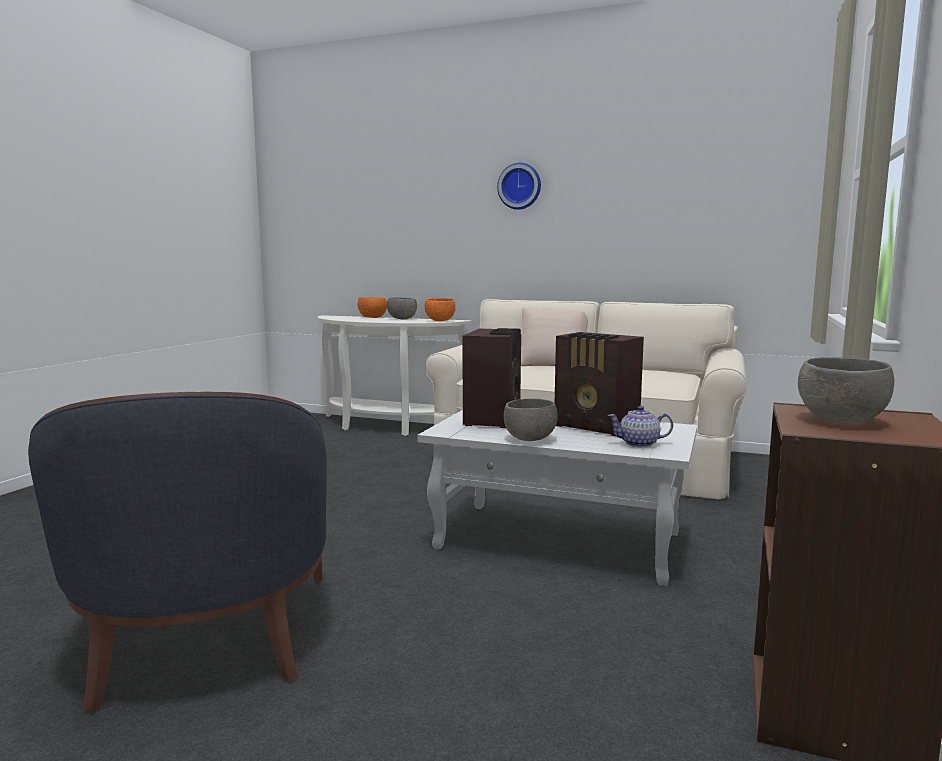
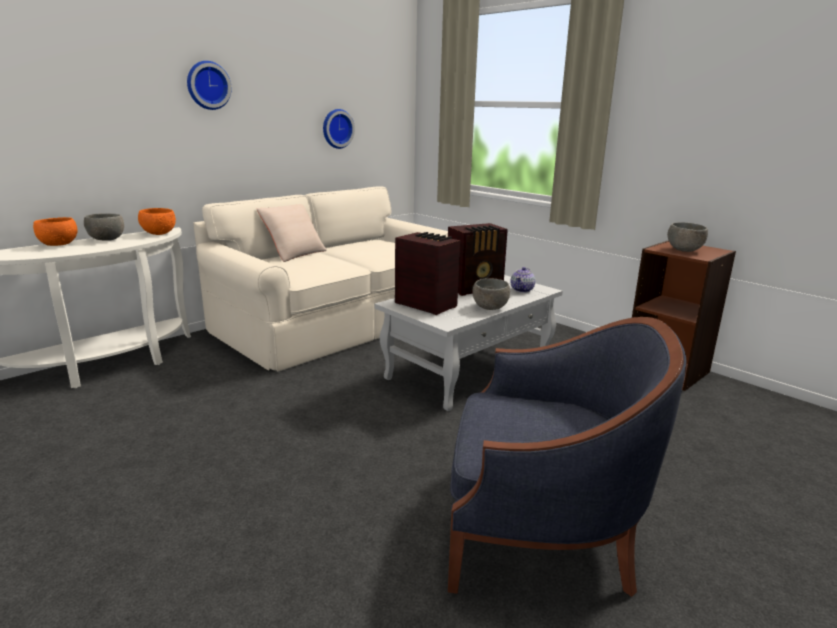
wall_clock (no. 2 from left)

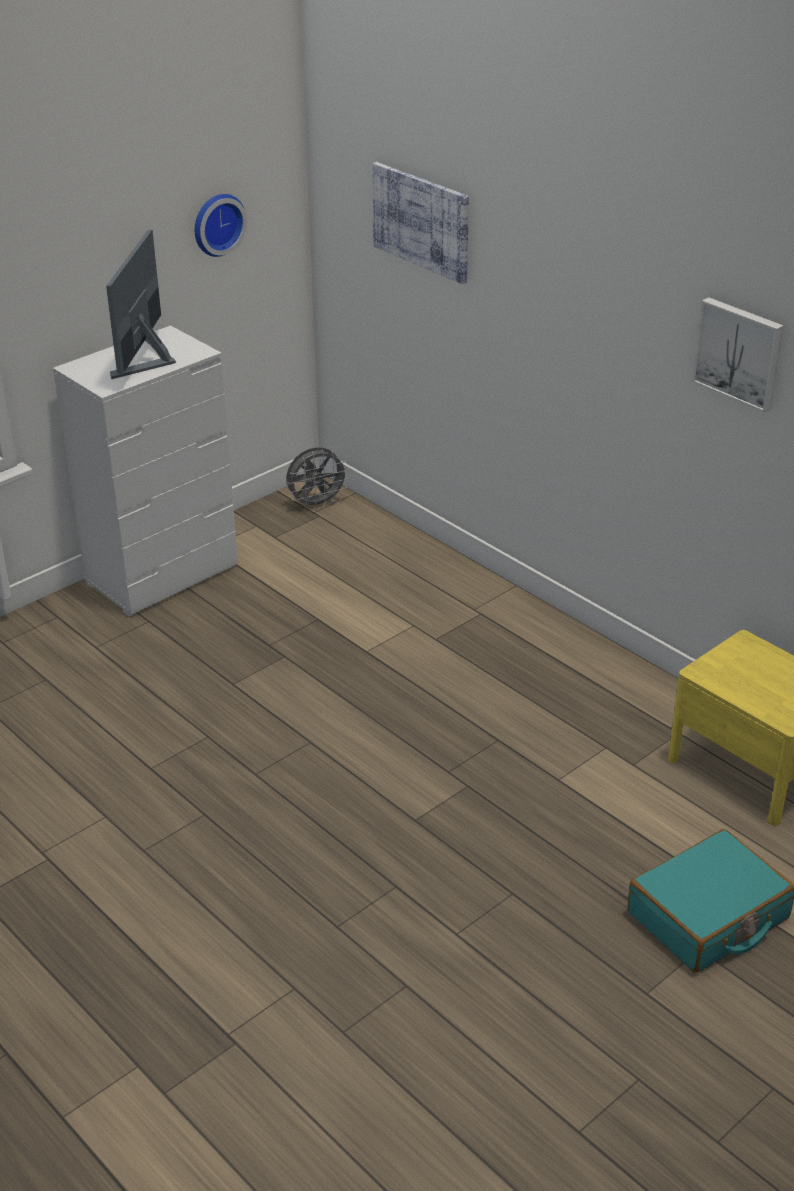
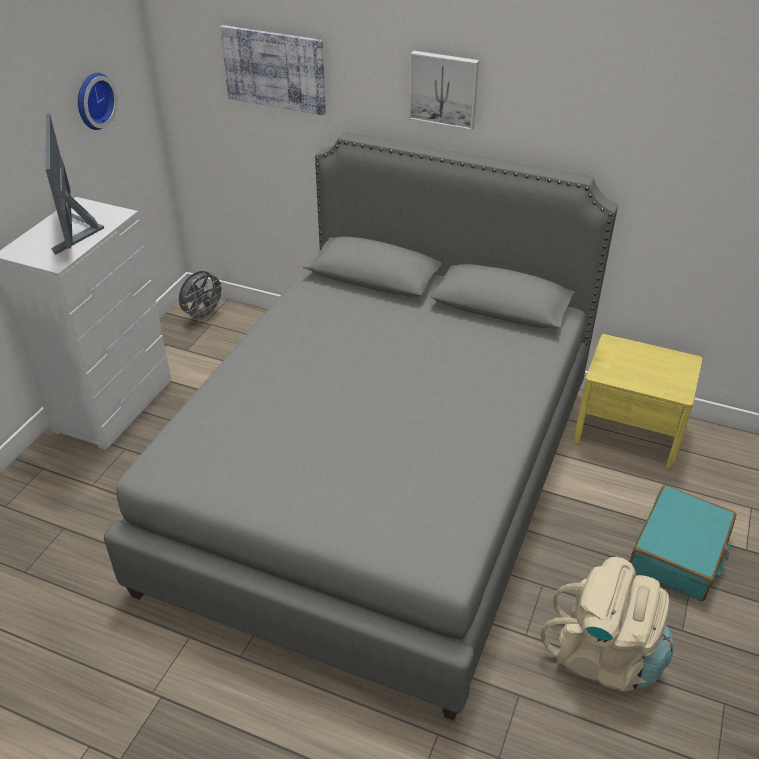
wall_art (no. 2 from left)
greyish_bed
beige-coloured_knapsack

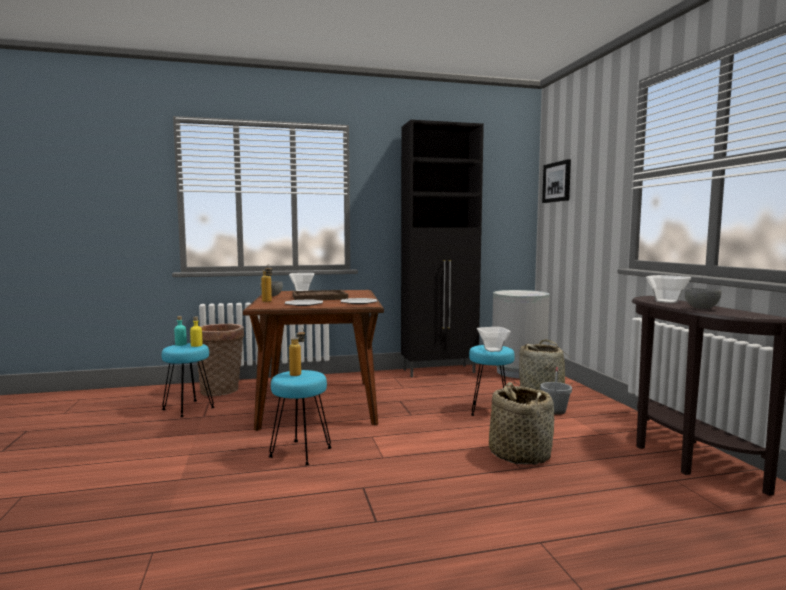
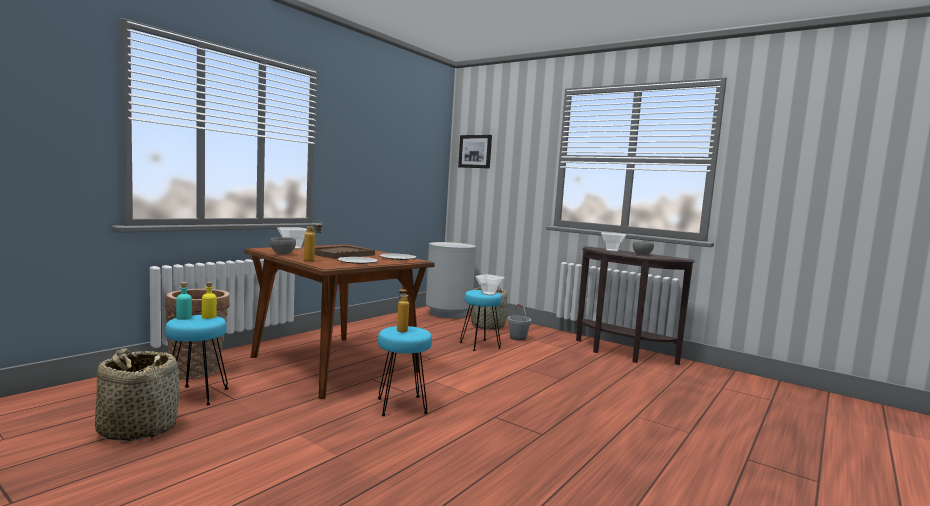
blackish_storage_cabinet
storage_basket (no. 1 from left)

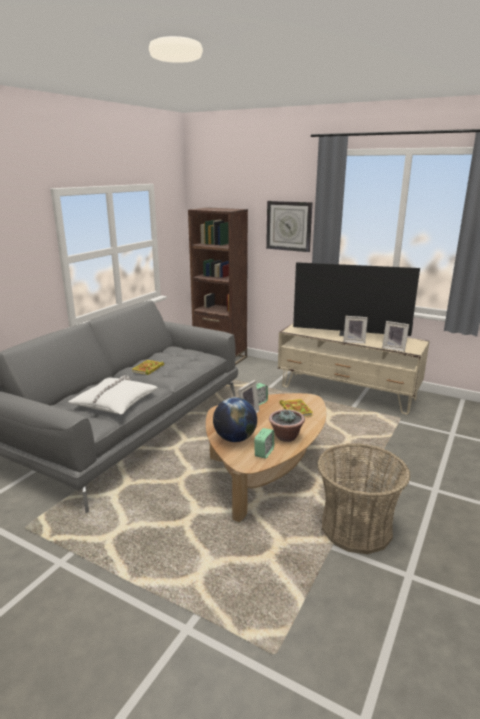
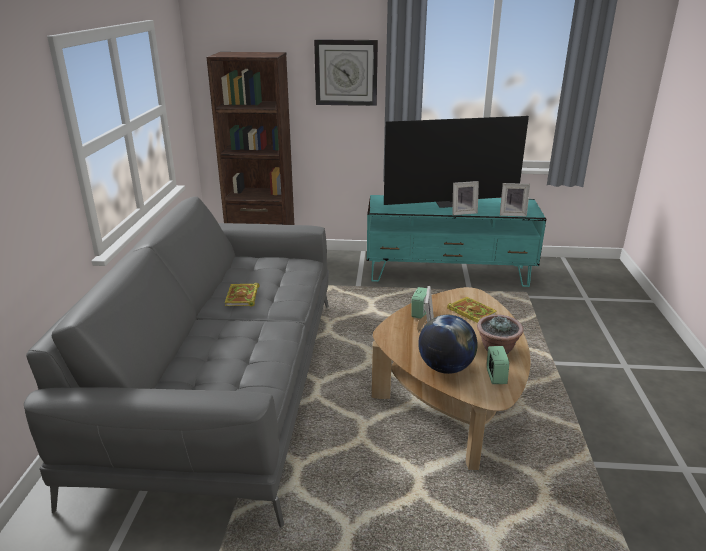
white-coloured_pillow
turquoise_tv_unit
storage_basket

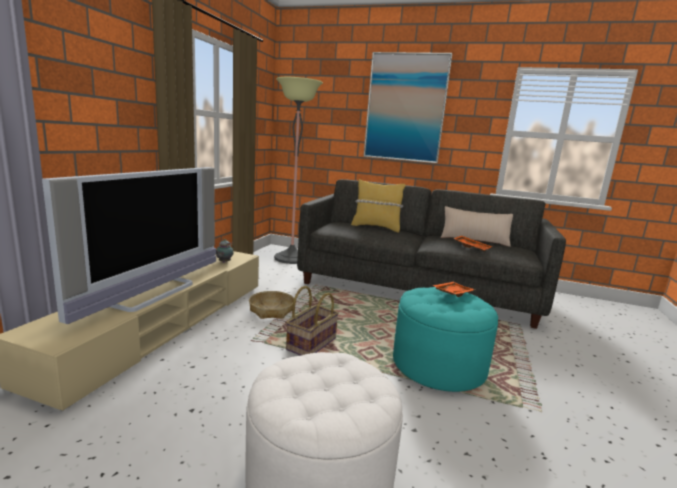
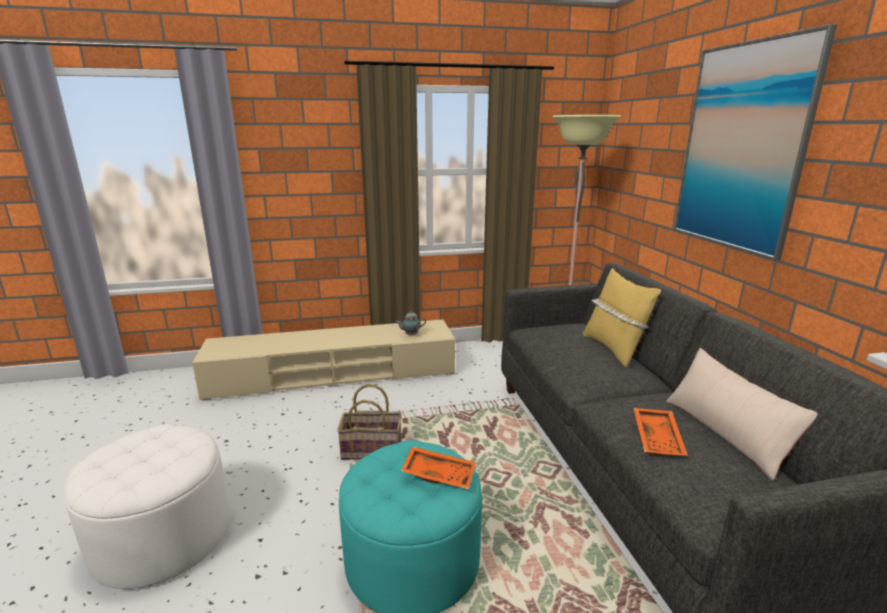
TV
storage_basket (no. 1 from left in the first image)

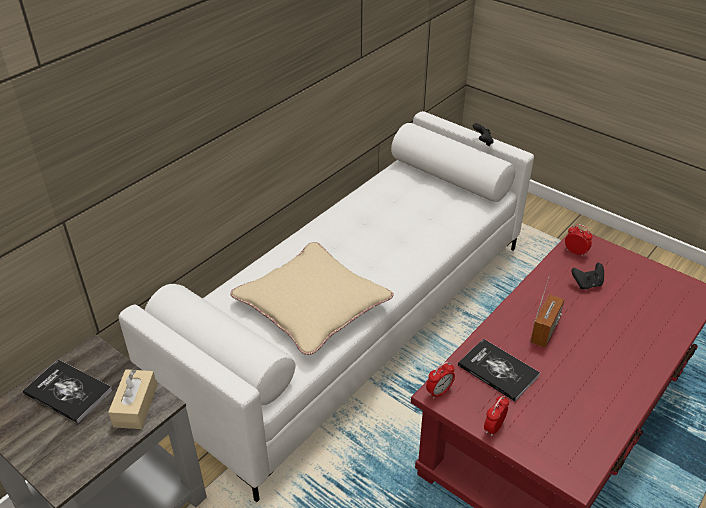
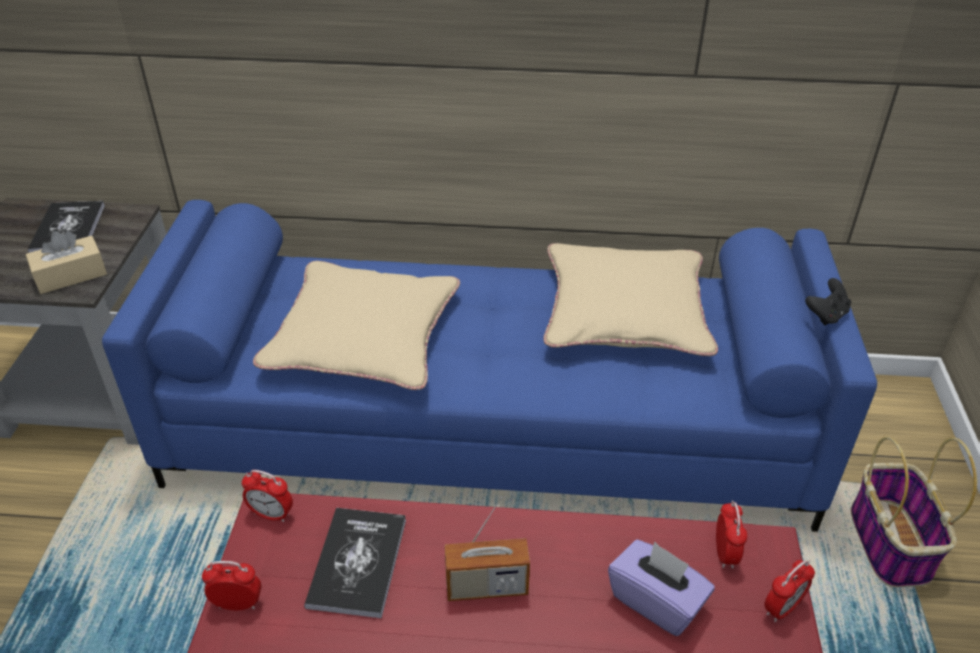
bluish_sofa
purple-coloured_tissue_box
beige-coloured_pillow (no. 2 from left)
bedside_clock (no. 4 from left)
storage_basket

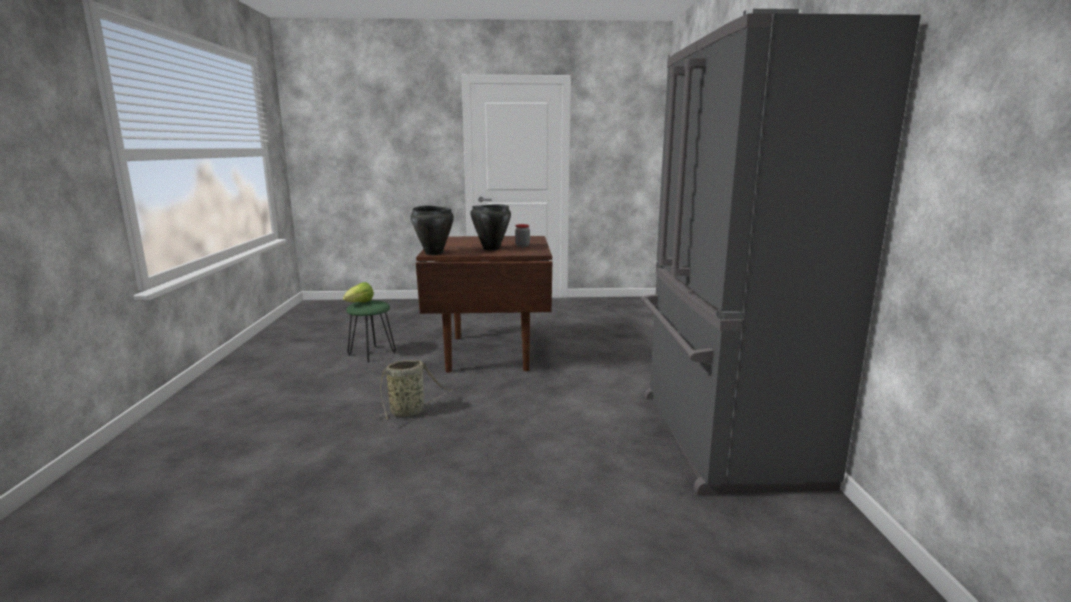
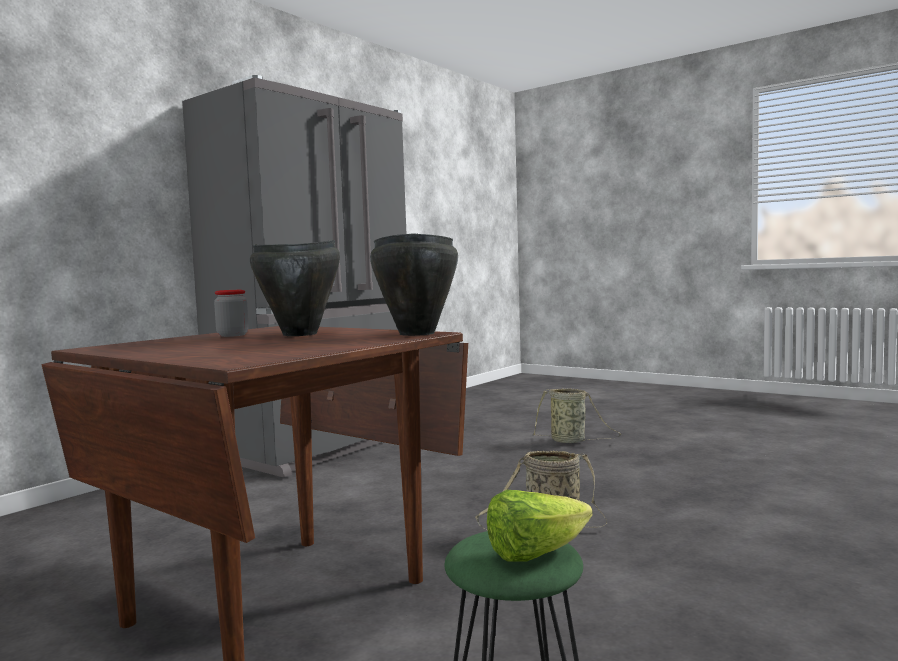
storage_basket (no. 2 from left)

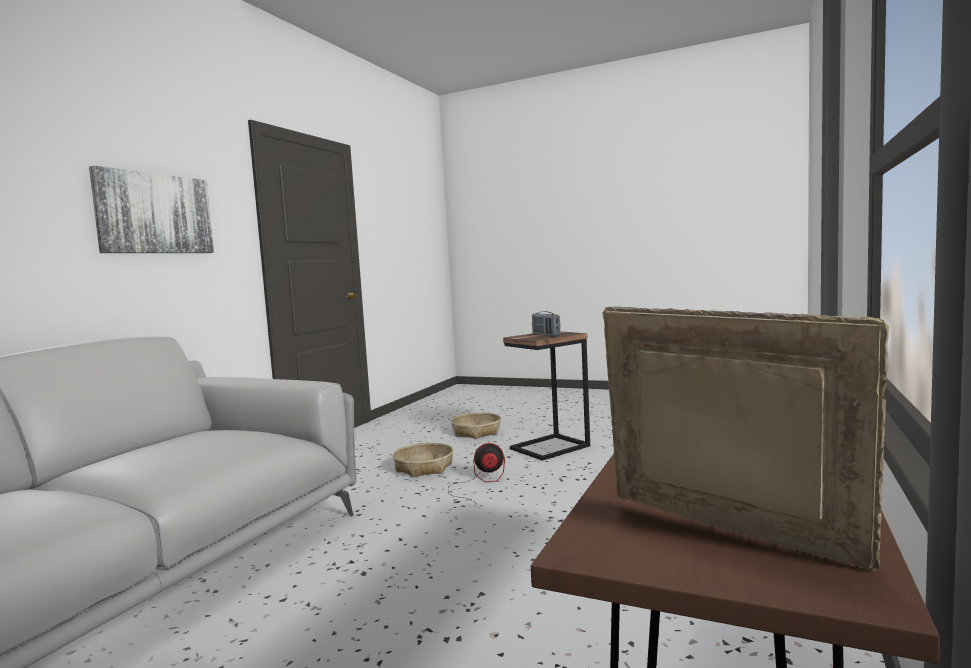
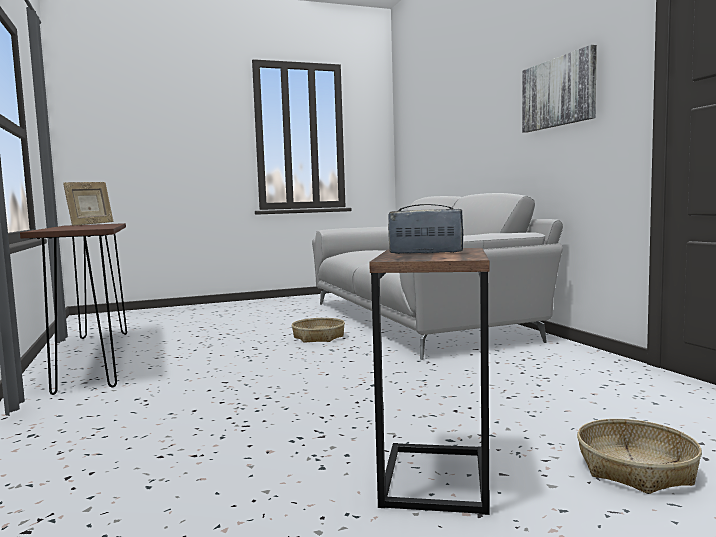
storage_basket (no. 1 from left)
fan
picture_frame

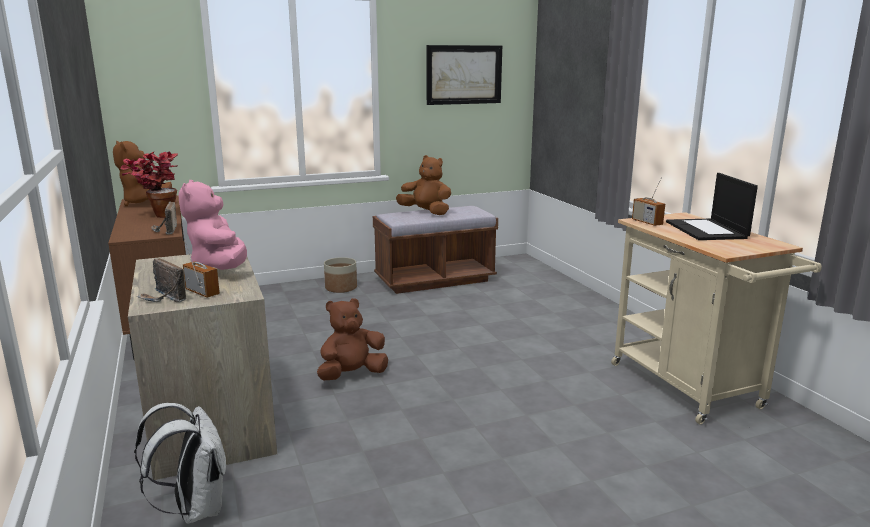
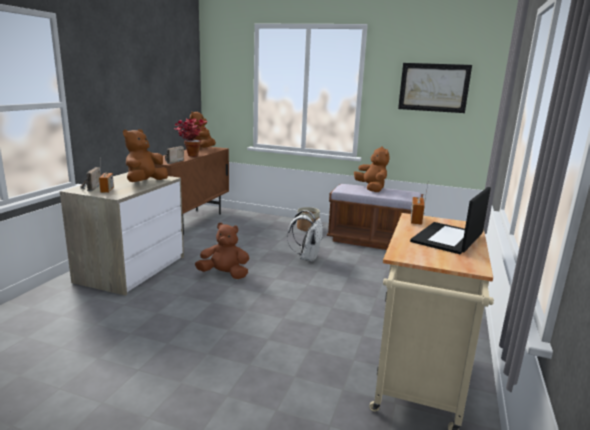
white-coloured_knapsack
brown-coloured_soft_toy (no. 1 from left)

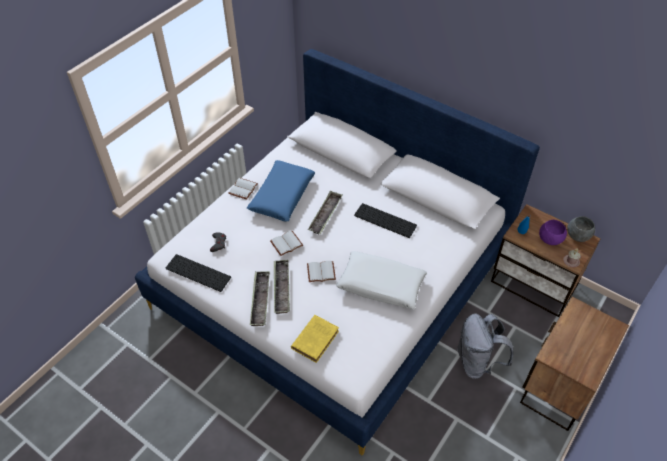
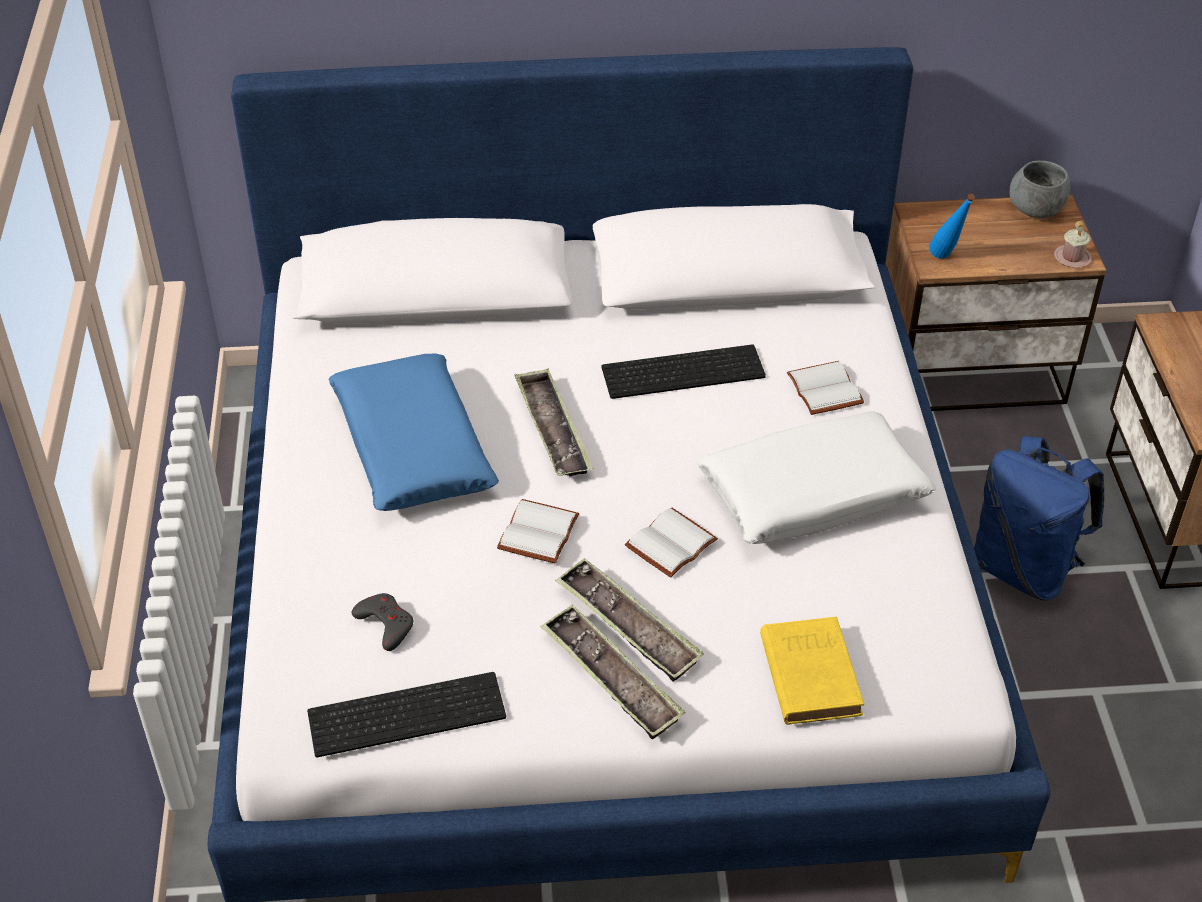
white-coloured_volume (no. 3 from left)
bluish_knapsack
purple-coloured_serving_bowl

